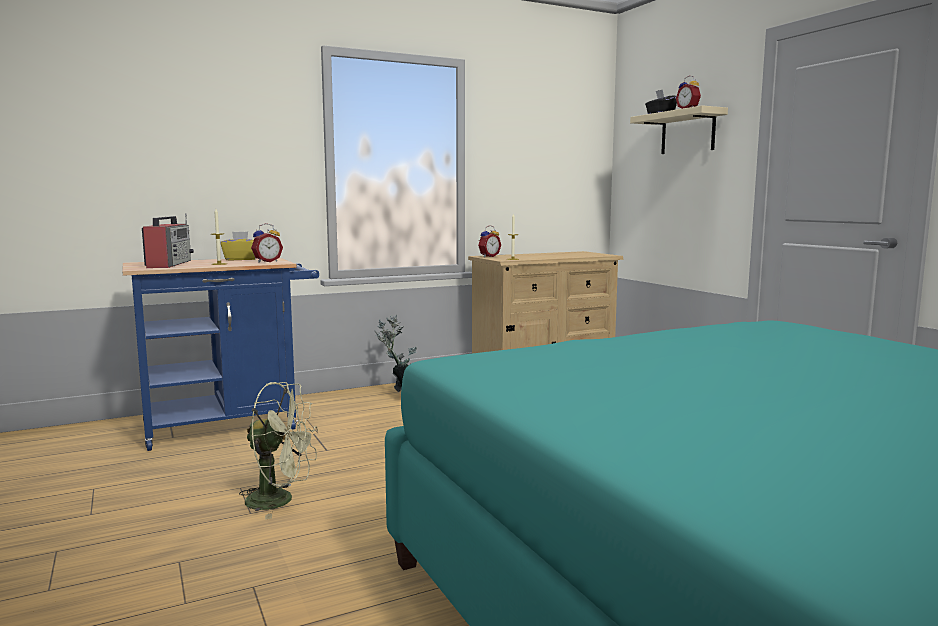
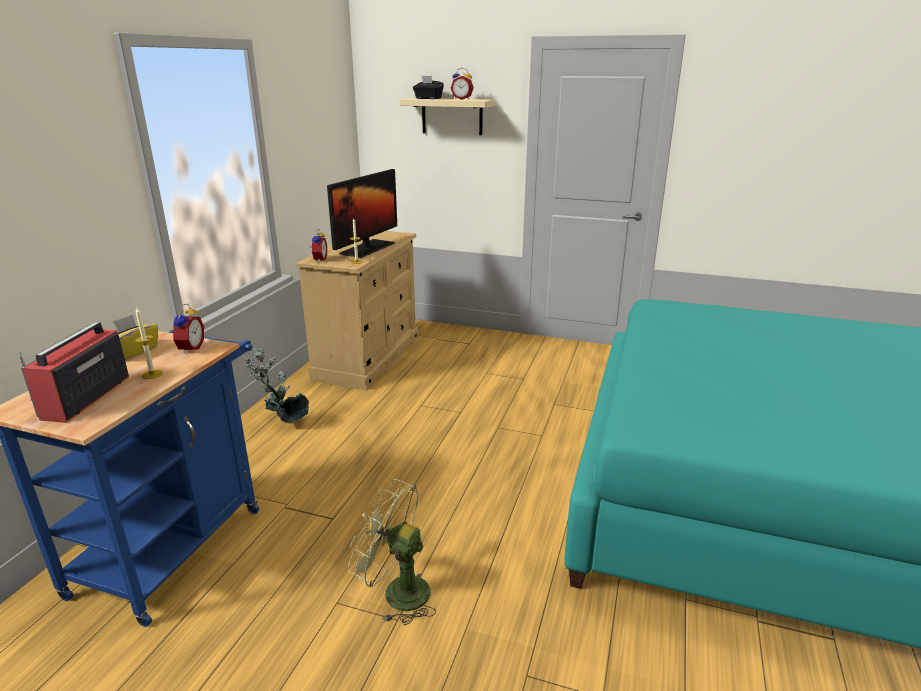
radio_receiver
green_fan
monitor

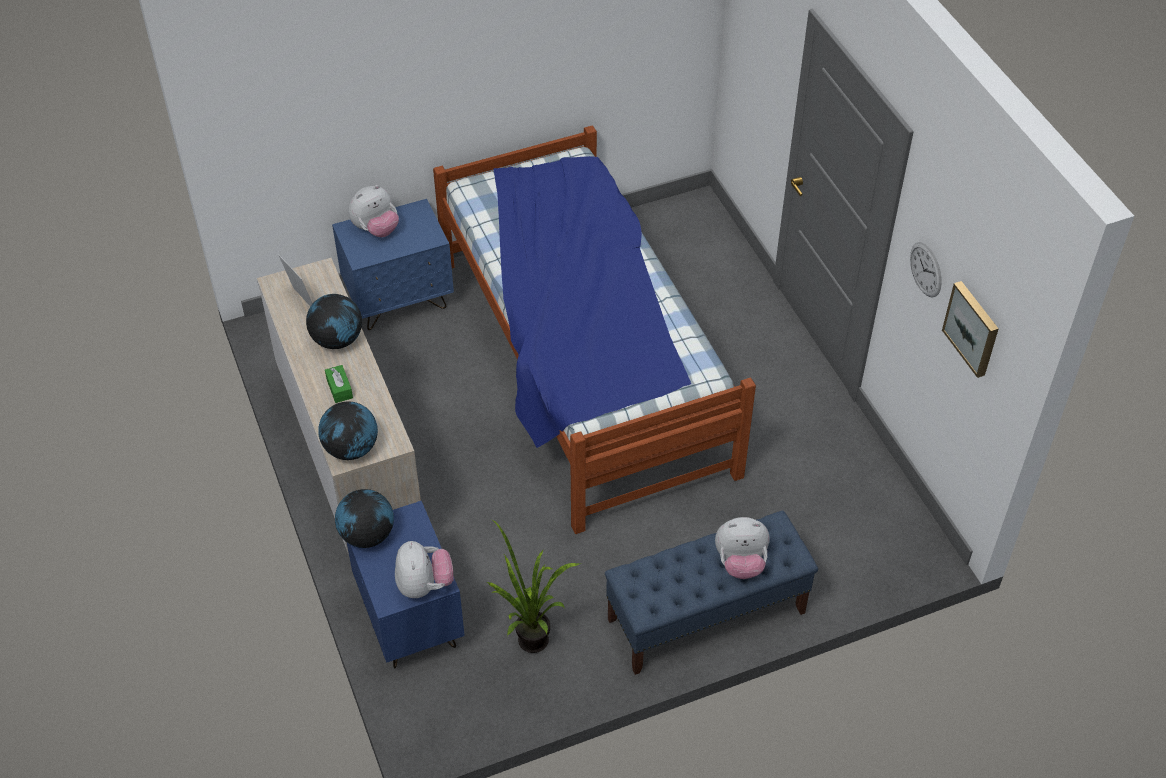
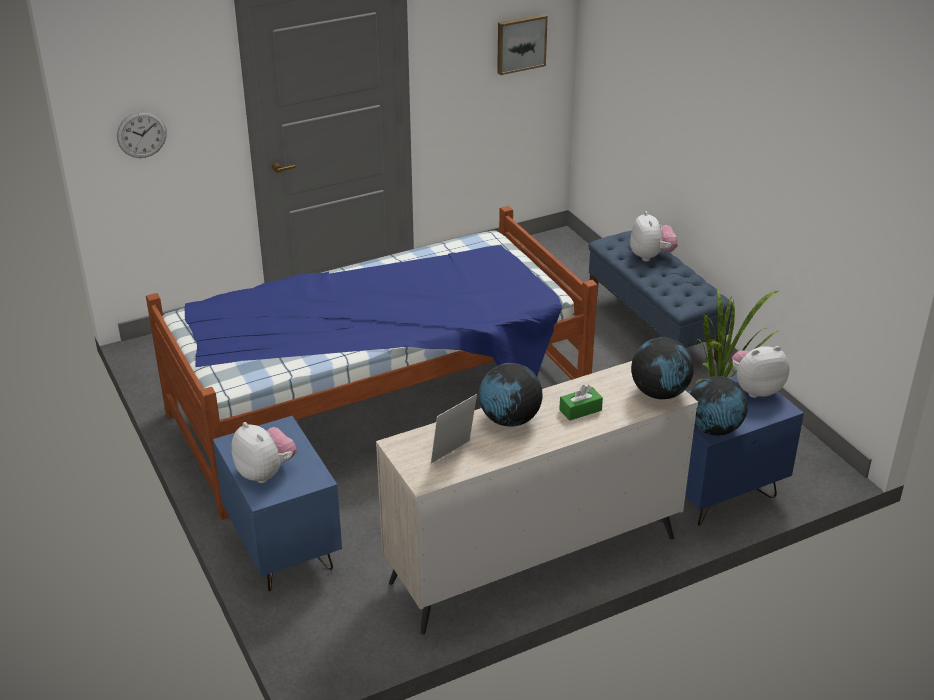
wall_clock

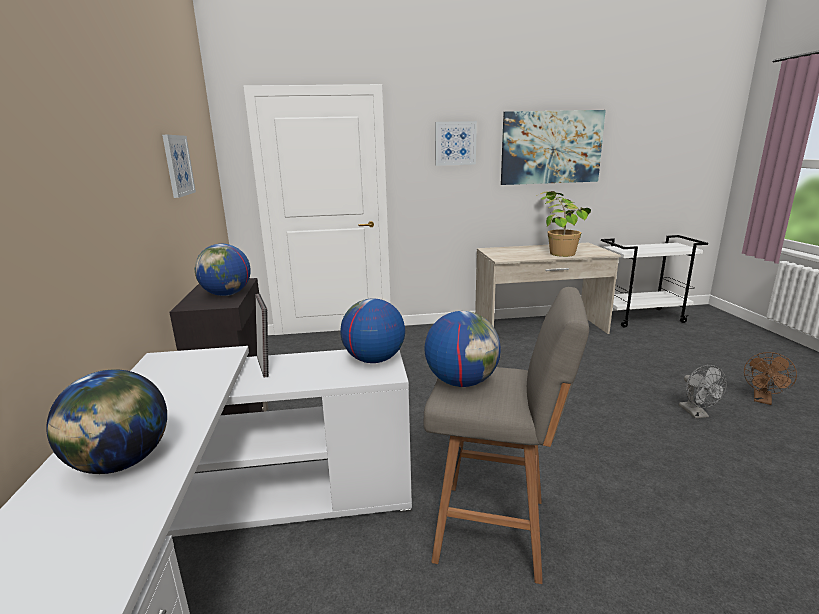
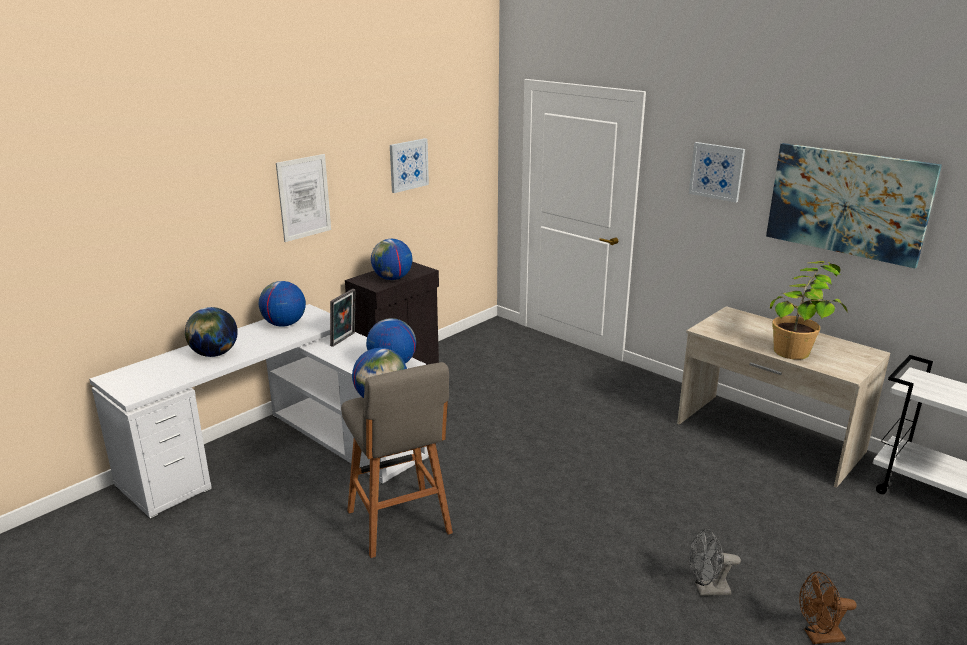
greyish_fan
globe (no. 2 from left)
wall_art (no. 1 from left)

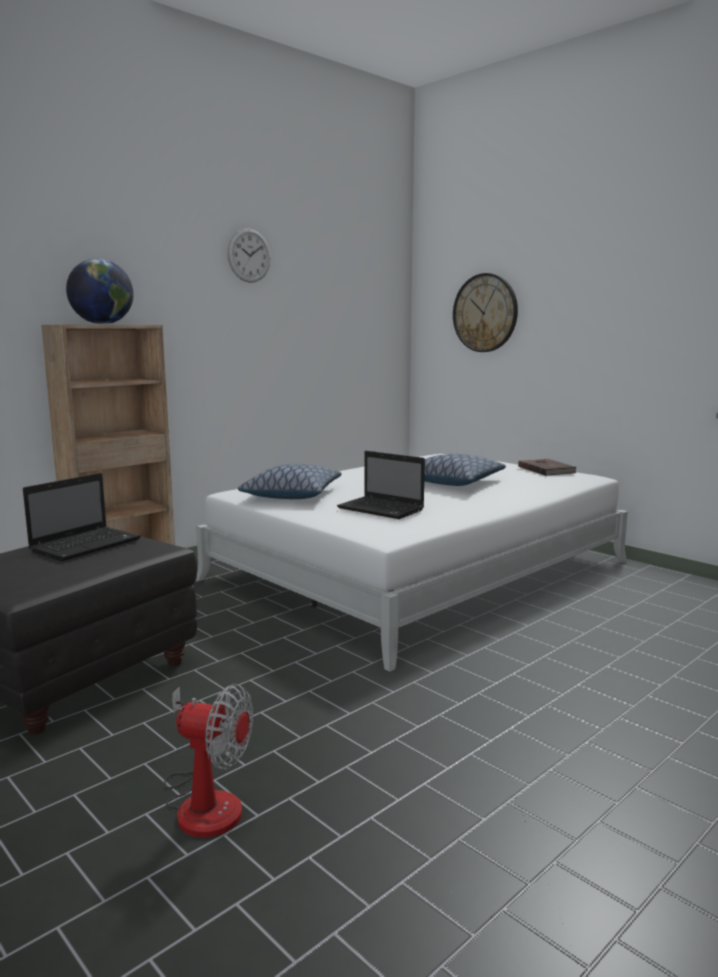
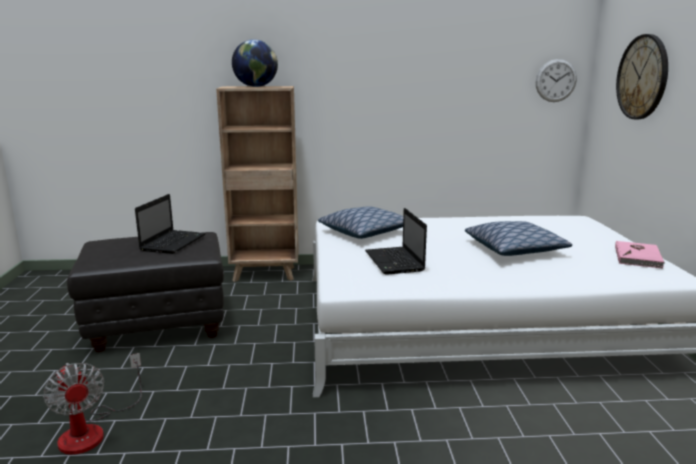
portable_computer (no. 1 from left)
wall_clock (no. 1 from left)
pinkish_volume

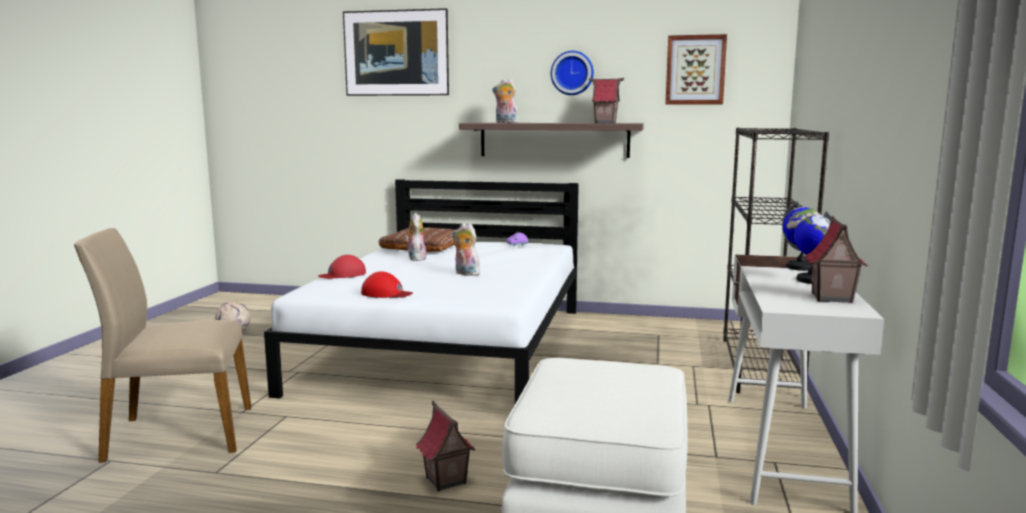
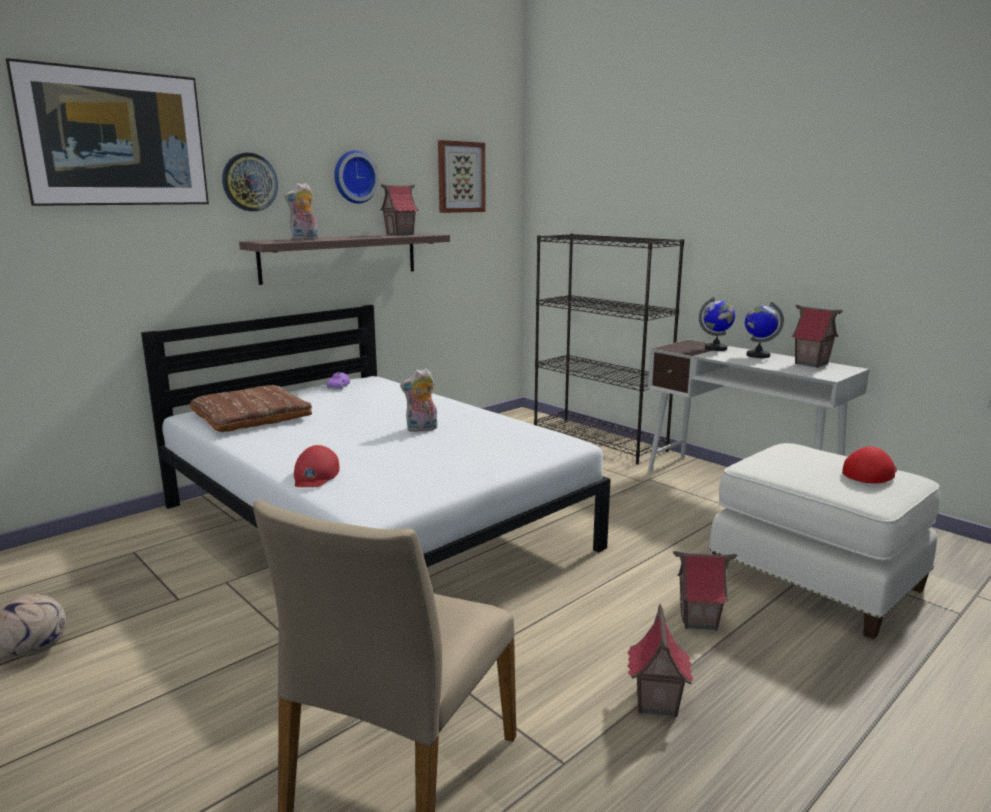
red_cap (no. 2 from left)
soft_toy (no. 1 from left in the first image)
wall_clock (no. 1 from left)
miniature_house (no. 2 from left)

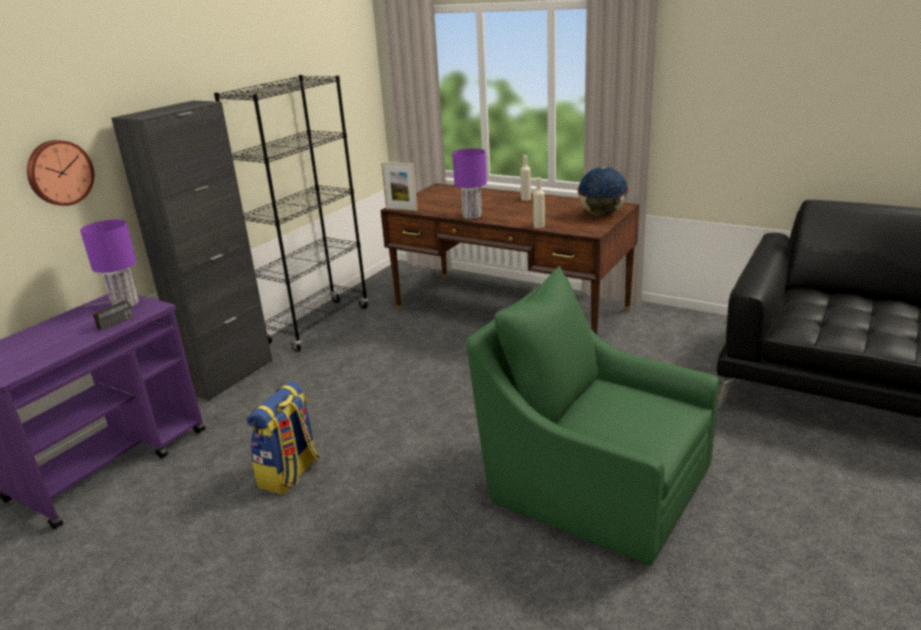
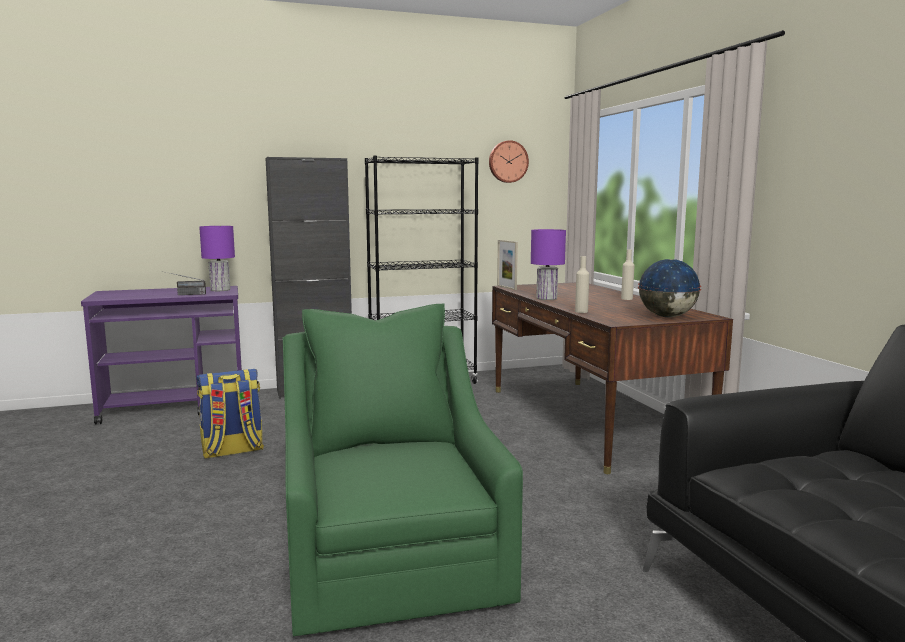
wall_clock

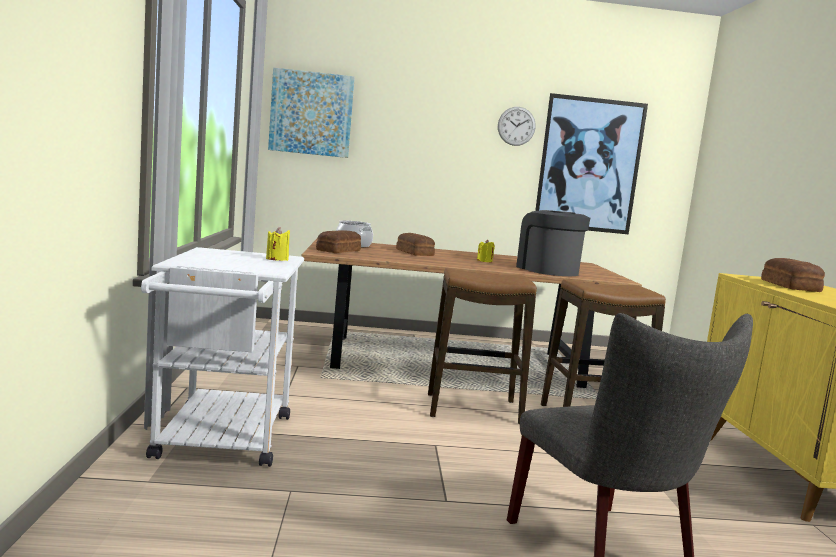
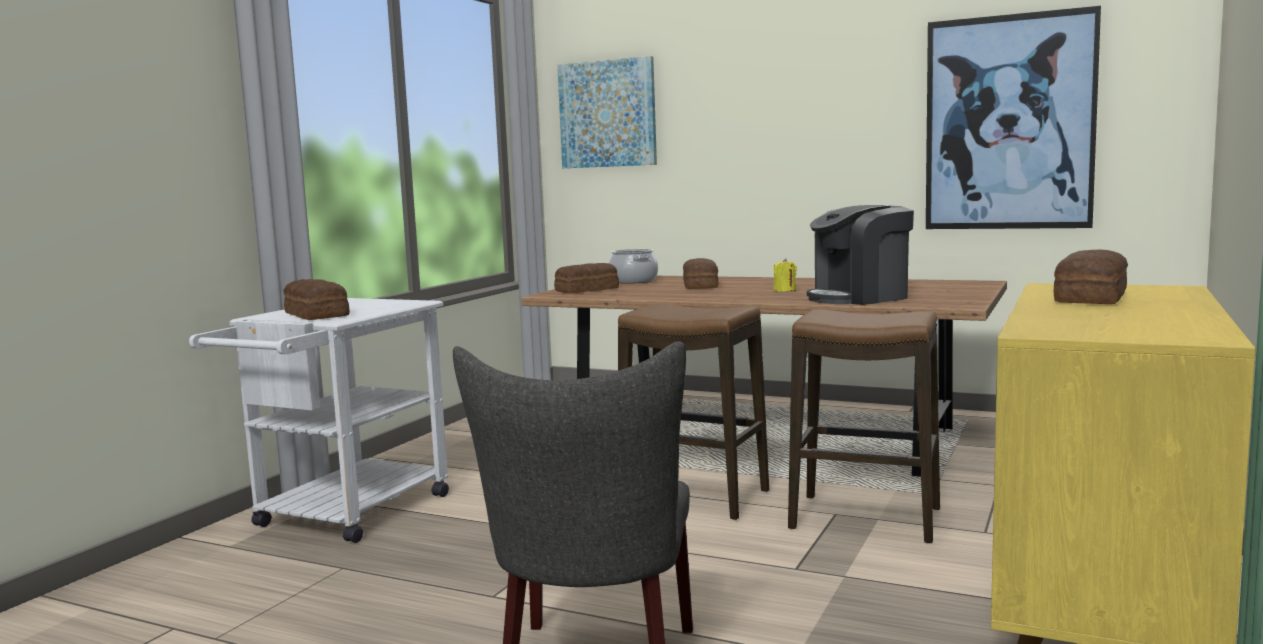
yellow_candle (no. 1 from left in the first image)
wall_clock
coffee_machine
baked_bread (no. 1 from left)

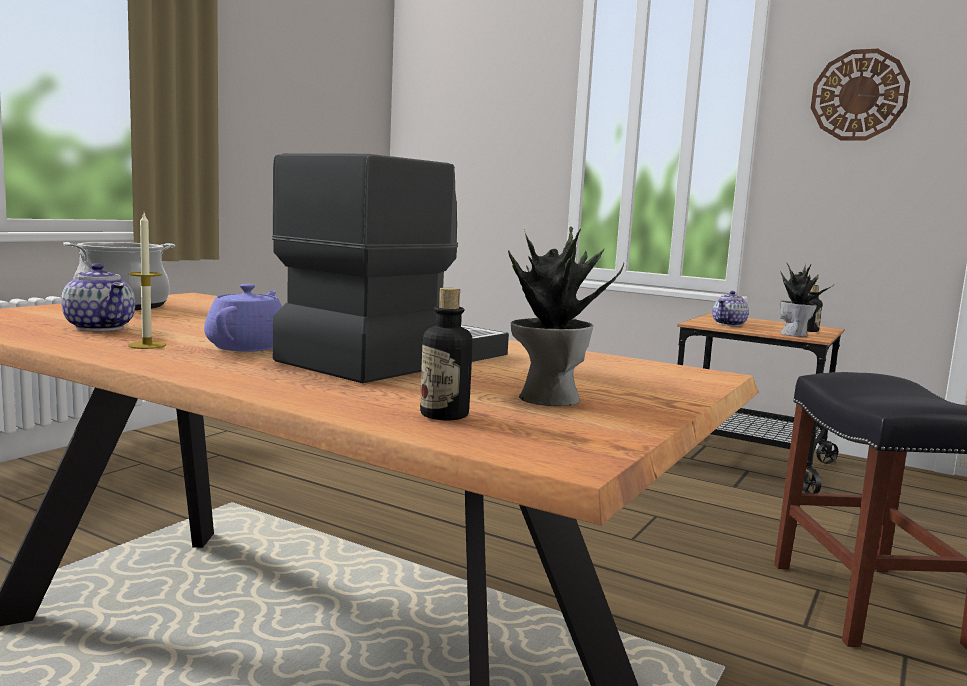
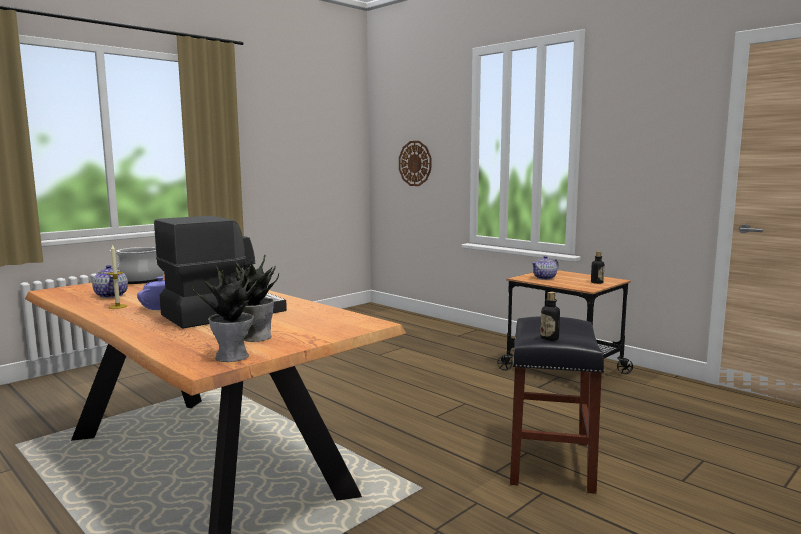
drink_bottle (no. 1 from left)
houseplant (no. 1 from left)
wall_clock

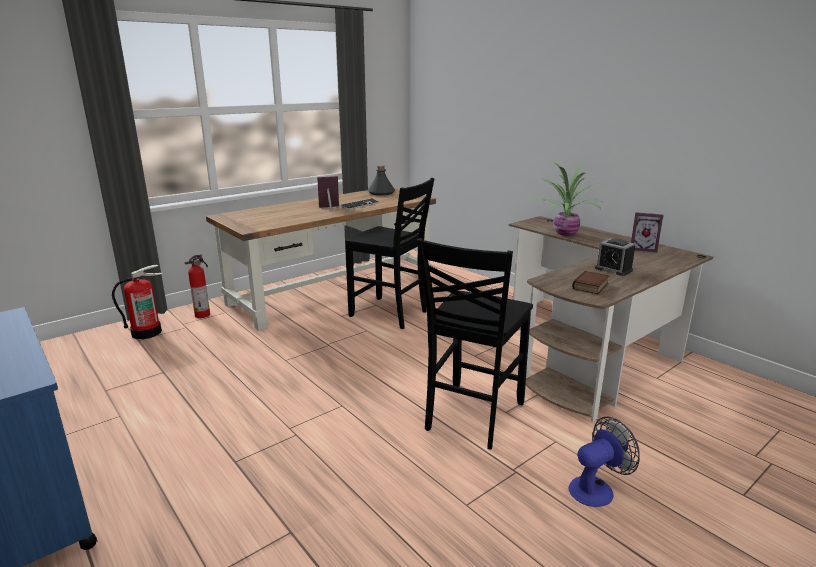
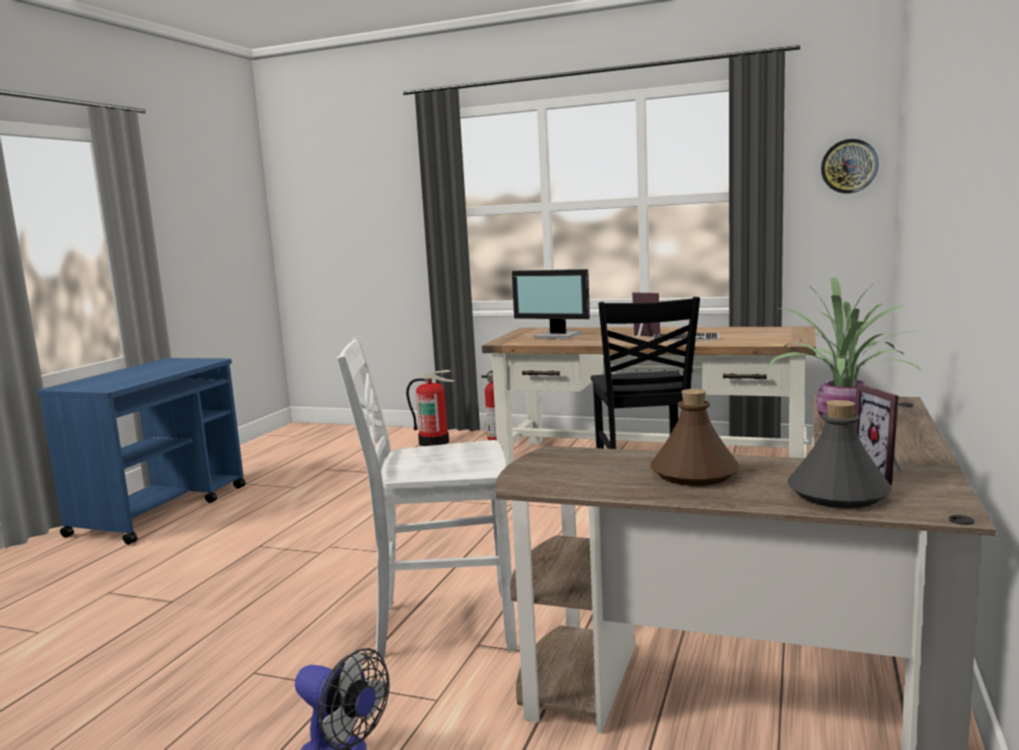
greyish_drink_bottle
white-coloured_upright_chair
volume
brown-coloured_drink_bottle
monitor
wall_clock

